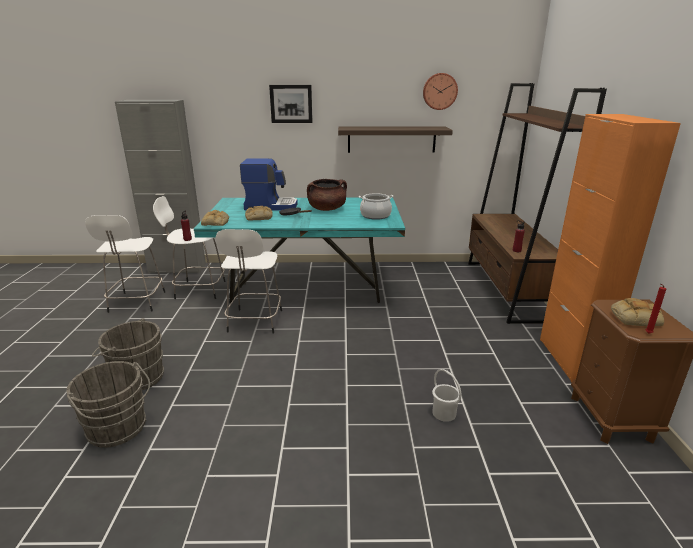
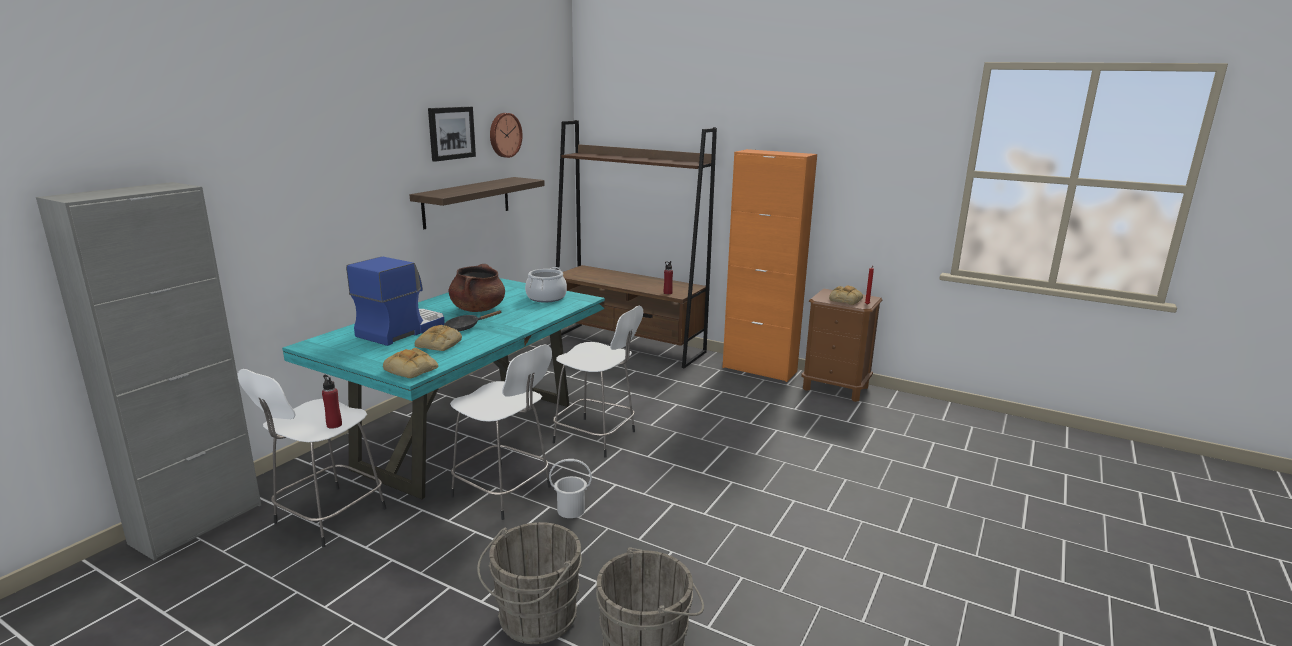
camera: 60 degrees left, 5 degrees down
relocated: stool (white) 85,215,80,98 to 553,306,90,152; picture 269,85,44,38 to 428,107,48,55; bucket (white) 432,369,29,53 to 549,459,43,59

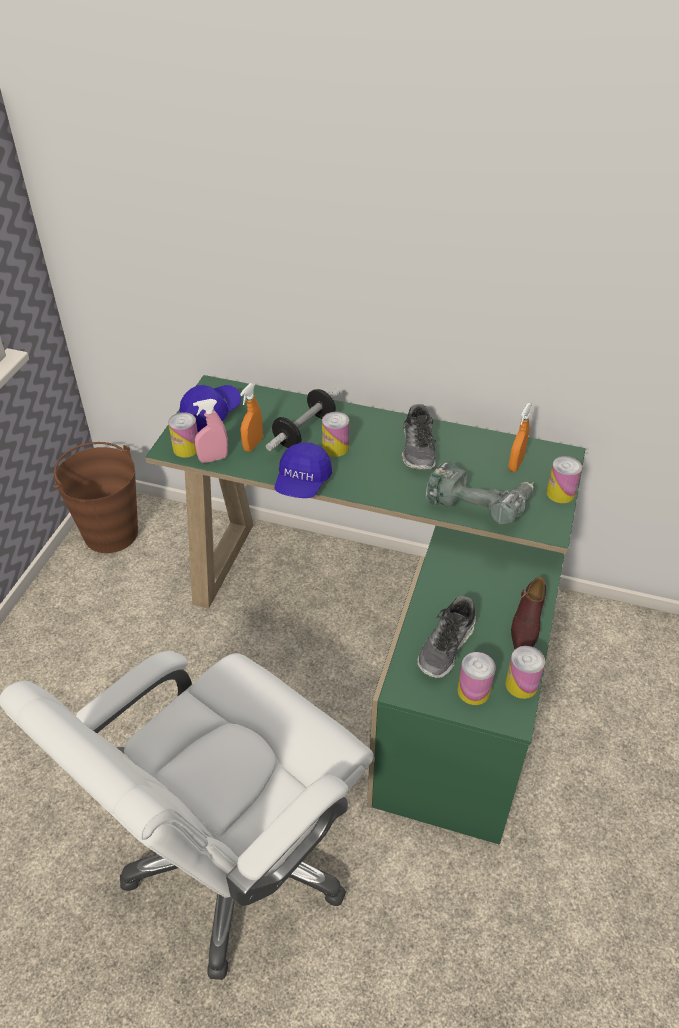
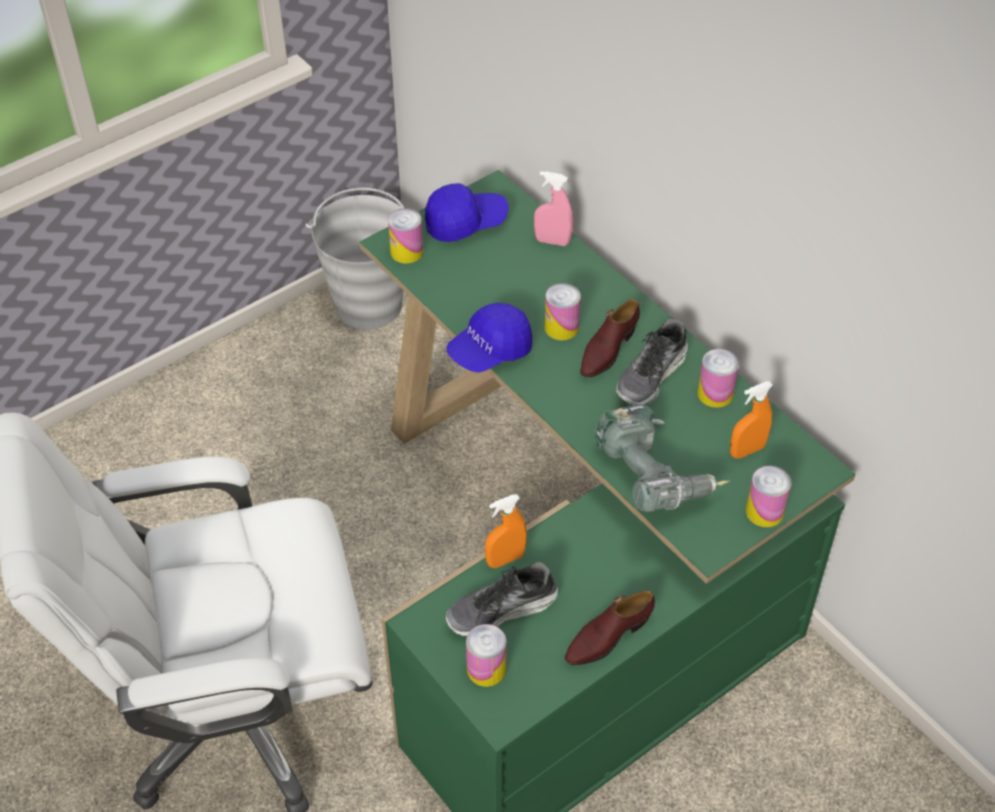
camera: 35 degrees right, 5 degrees up
missing: dumbbell 266,388,74,63
appeared: shoe (brown) 580,299,60,78
relocated: spray bottle (pink) 193,399,35,64 to 534,171,39,75; spray bottle (orange) 240,383,23,69 to 485,494,42,74; can 505,646,40,53 to 697,349,42,59
colour: bucket (brown) 53,442,85,111 to bucket (grey) 305,188,99,142

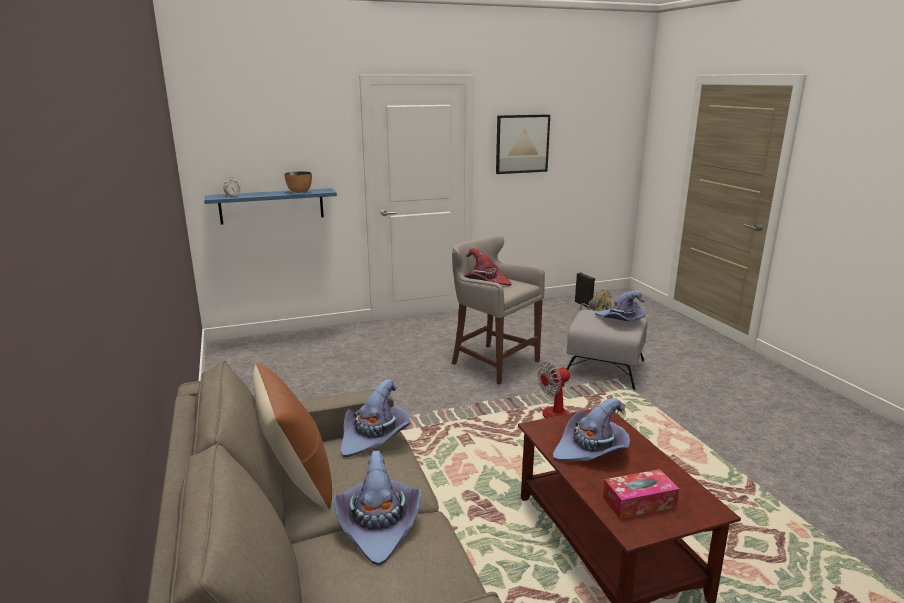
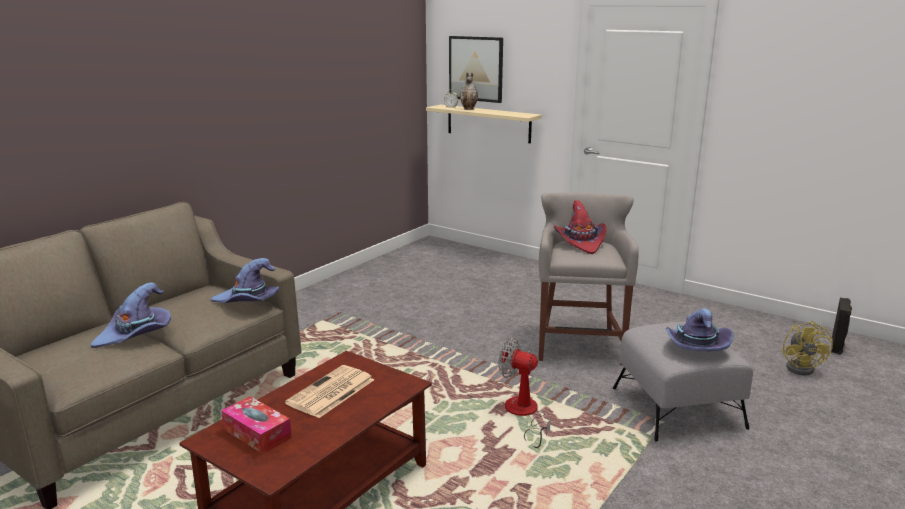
camera: 55 degrees right, 0 degrees up
missing: pillow (brown) 253,363,79,146; bowl 284,171,28,22
appeared: vase 460,72,18,38
relocated: picture 496,114,54,60 to 449,36,54,67
exchanged: hat (purple) 553,398,77,63 to newspaper 285,365,89,53
colour: shelf (blue) 204,188,133,37 to shelf (beige) 426,105,116,38

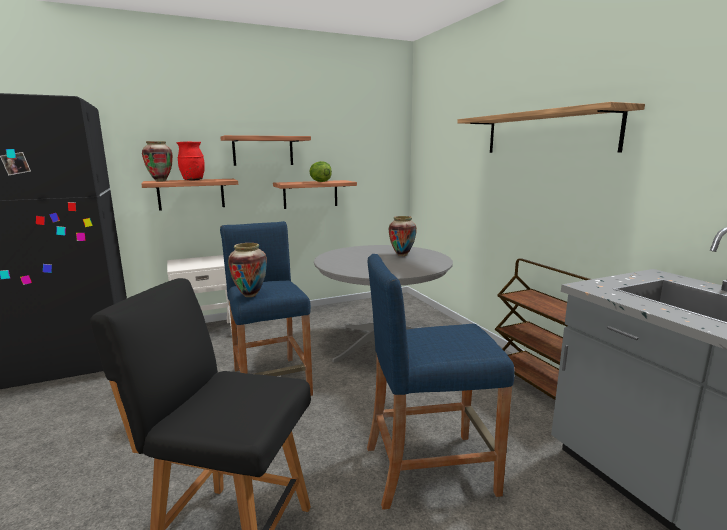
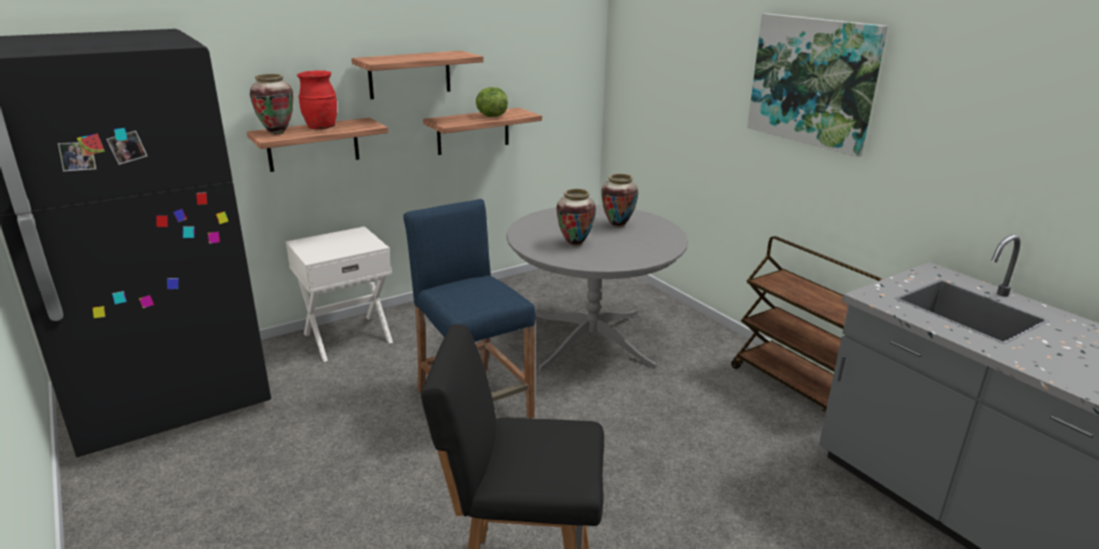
camera: 10 degrees left, 10 degrees up
missing: stool (blue) 367,254,148,256
relocated: vase 228,243,39,54 to 556,189,40,57
exchanged: shelf 457,102,188,51 to picture 747,13,141,144

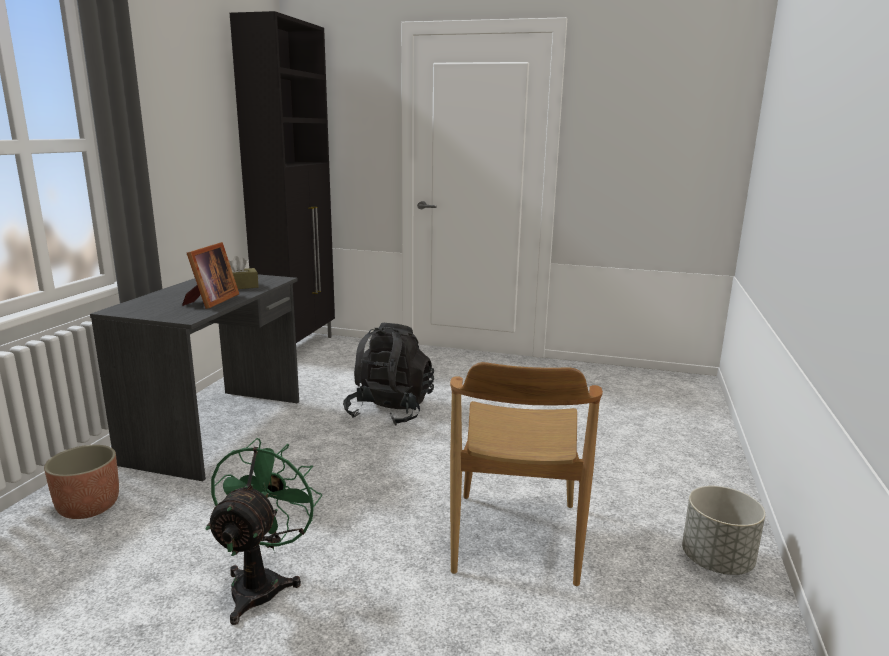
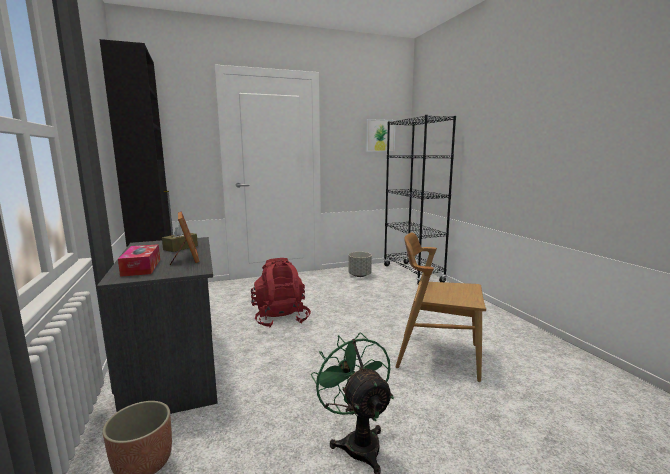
camera: 35 degrees left, 5 degrees down
appeared: tissue box 118,244,42,33; picture 366,119,29,33; bookcase (black) 383,115,73,169
relocated: planter (grey) 682,486,83,89 to 348,252,24,25
colour: backpack (black) 343,323,91,103 to backpack (red) 251,258,60,70
spun: chair (brown) 450,362,153,224 = 396,233,90,149 135 degrees clockwise

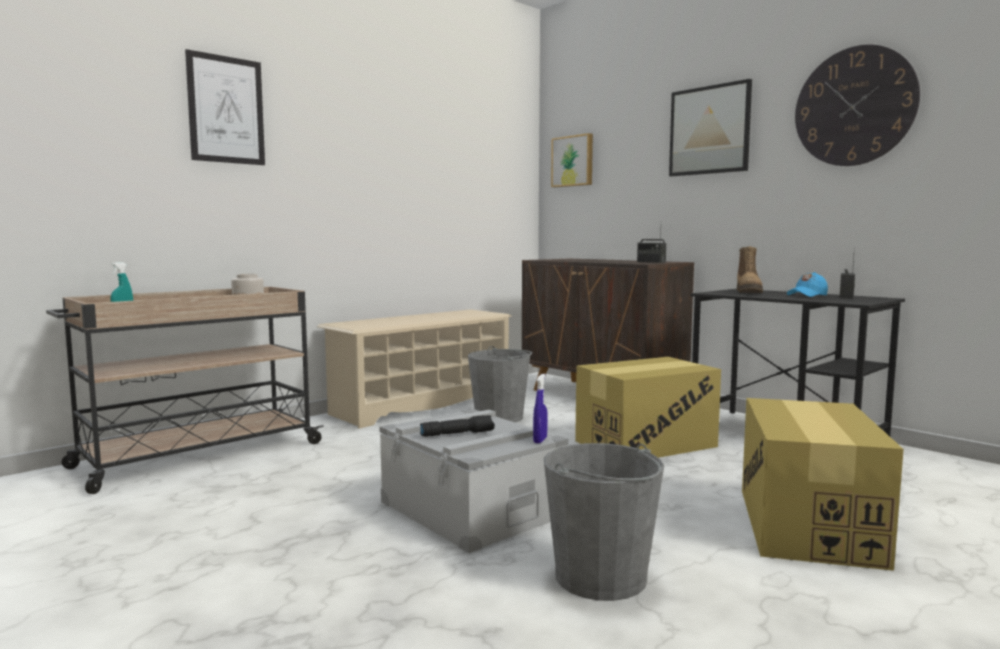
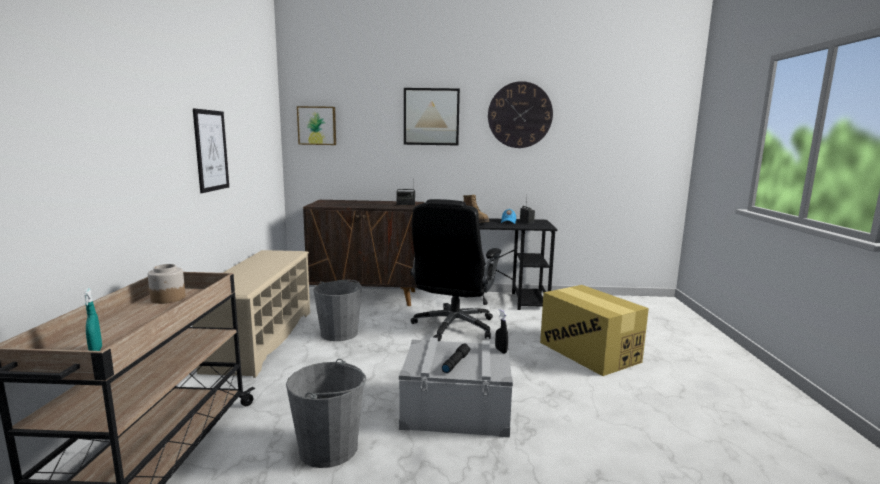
camera: 45 degrees left, 5 degrees up
relocated: picture 185,49,80,116 to 193,108,36,85; bucket (grey) 544,443,120,158 to 286,359,81,109
exchanged: cardboard box 575,357,146,101 to office chair (black) 411,199,90,142
colour: spray bottle (blue) 533,374,15,69 to spray bottle (black) 495,309,13,45

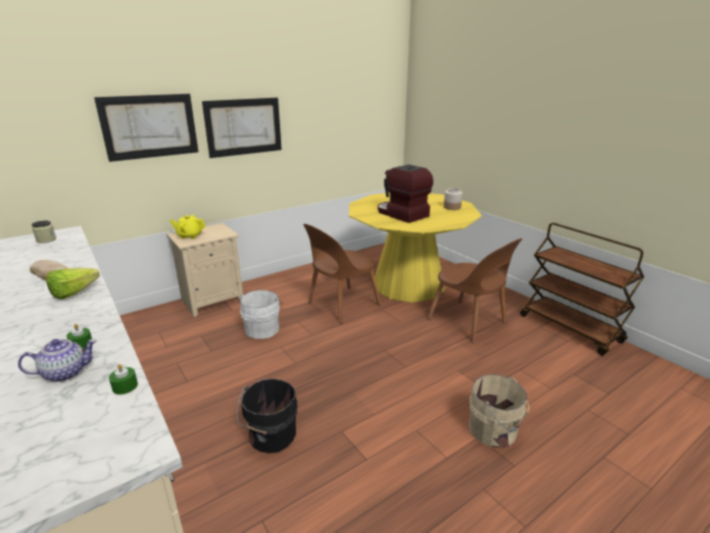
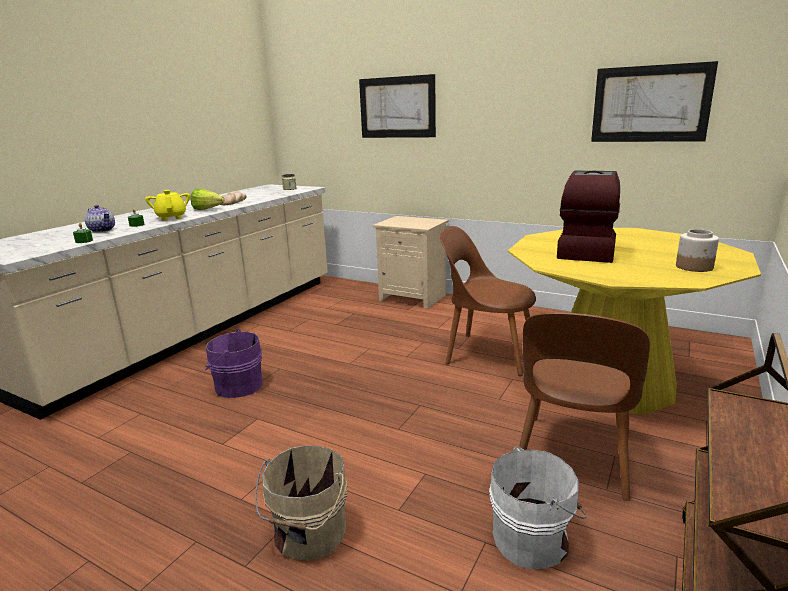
camera: 65 degrees right, 5 degrees down
relocated: teapot (yellow) 170,215,36,24 to 145,190,45,30; picture 202,98,80,60 to 591,61,127,81; bucket (white) 240,290,43,49 to 489,446,98,123
colour: bucket (black) 237,379,60,74 to bucket (purple) 205,329,58,69

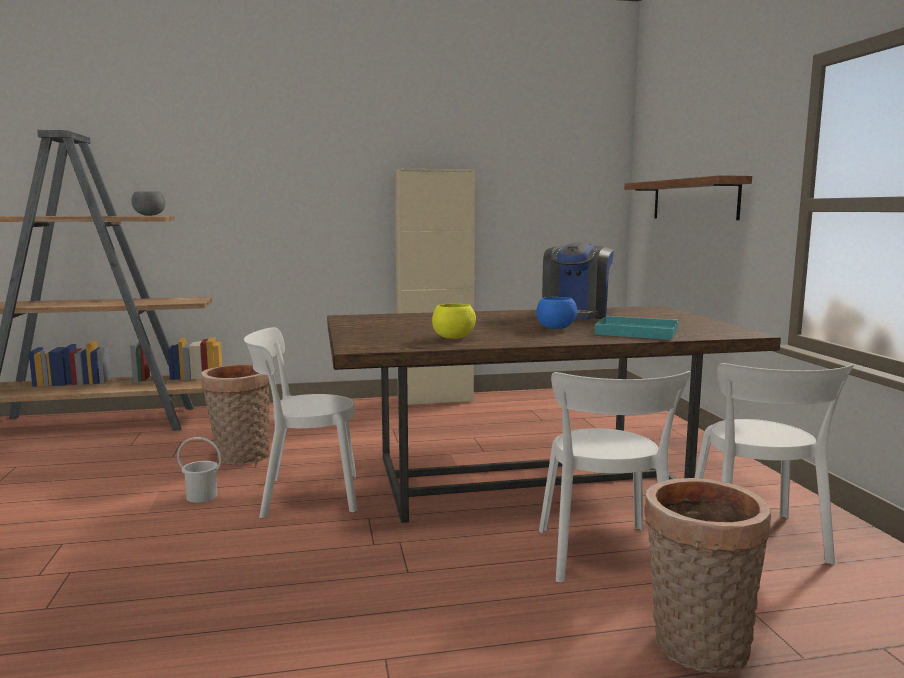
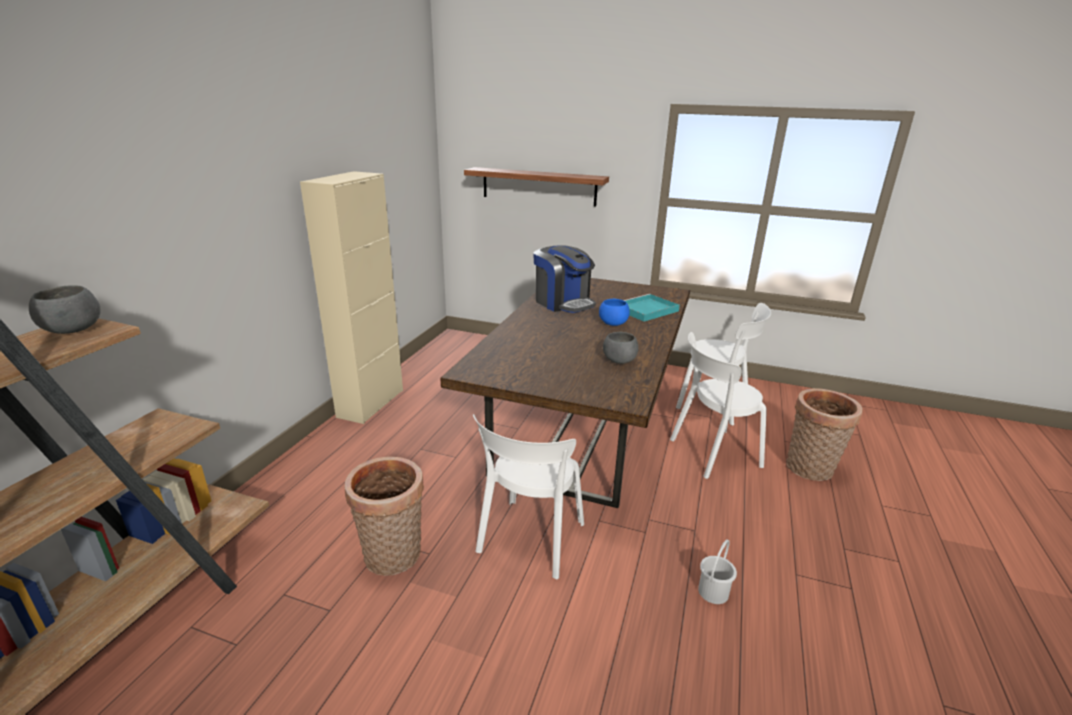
camera: 60 degrees left, 15 degrees up
relocated: bucket (white) 177,437,45,66 to 698,539,39,65
colour: bowl (yellow) 432,304,44,35 to bowl (grey) 603,332,36,32
spun: chair (white) 539,371,151,211 = 670,332,97,147 135 degrees clockwise

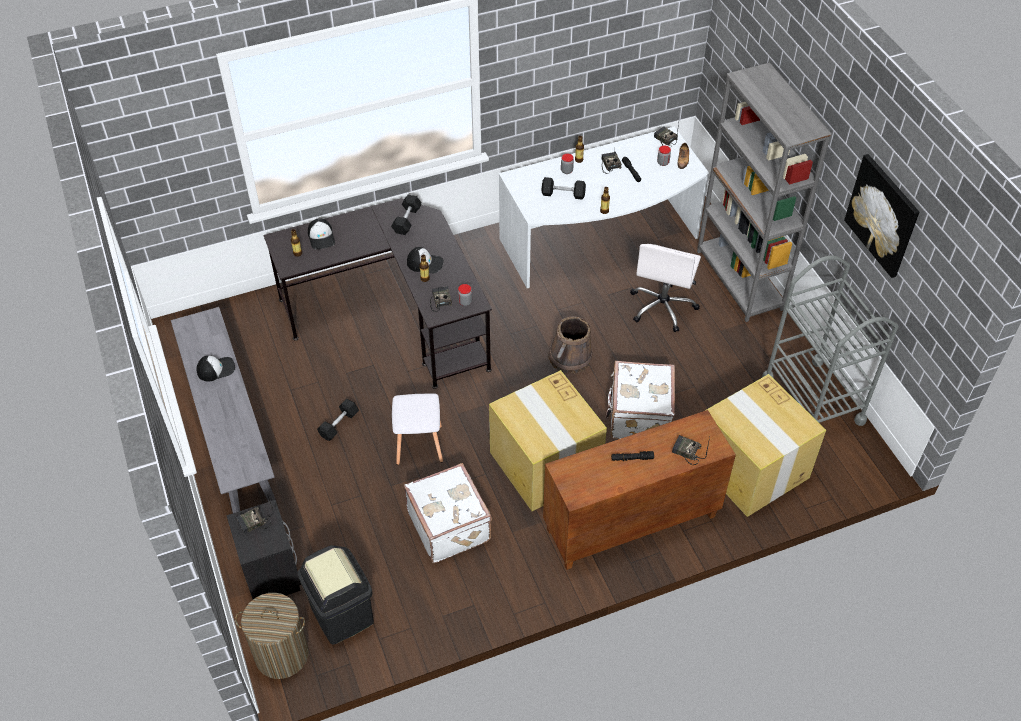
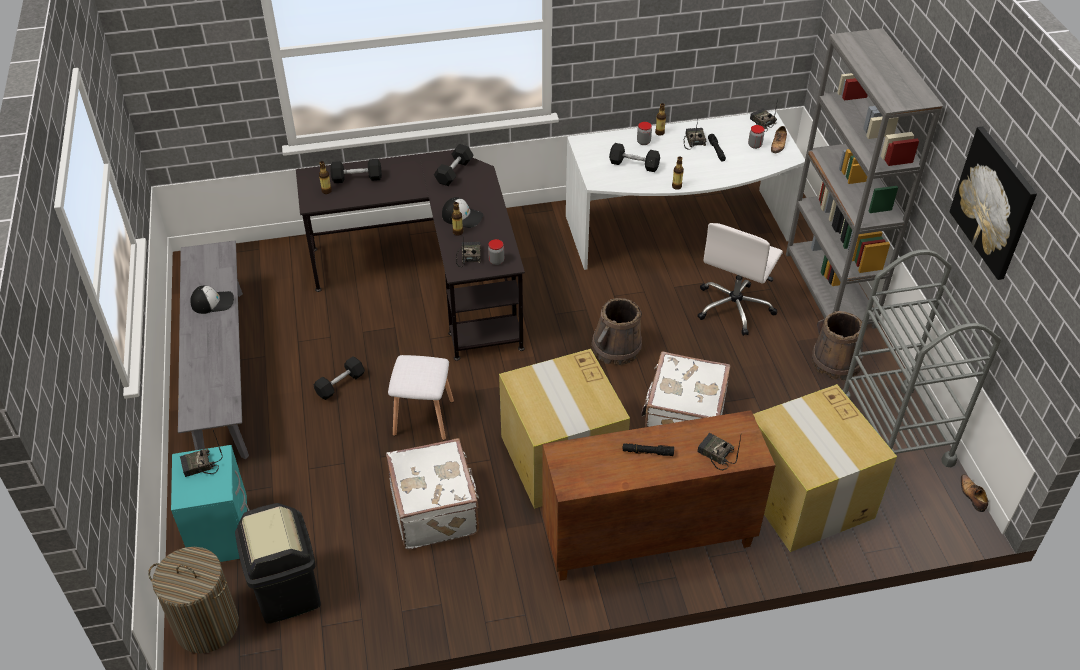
camera: 10 degrees right, 5 degrees down
appeared: bucket (brown) 811,311,53,70; shoe 961,474,27,38
exchanged: cap 308,218,27,31 to dumbbell (black) 330,159,52,24
colour: nightstand (black) 226,500,75,99 to nightstand (turquoise) 171,445,78,117

